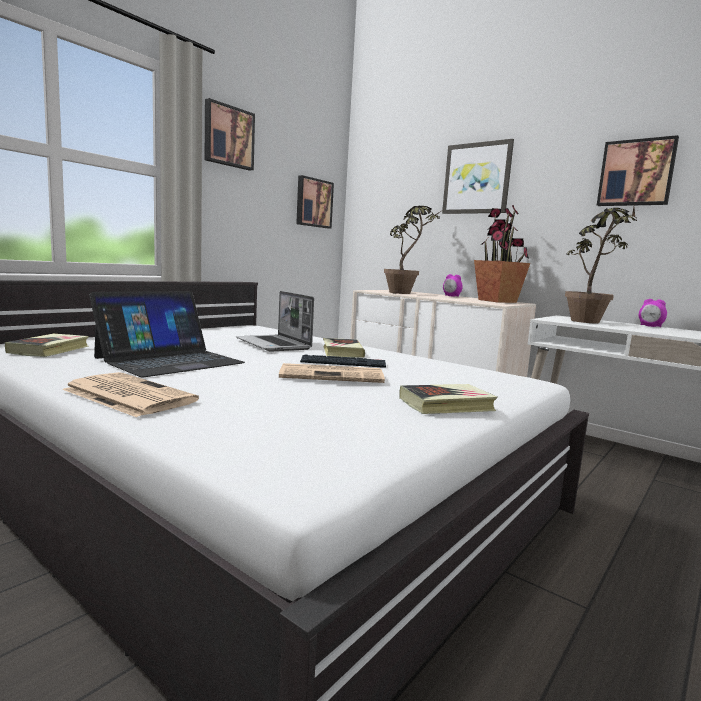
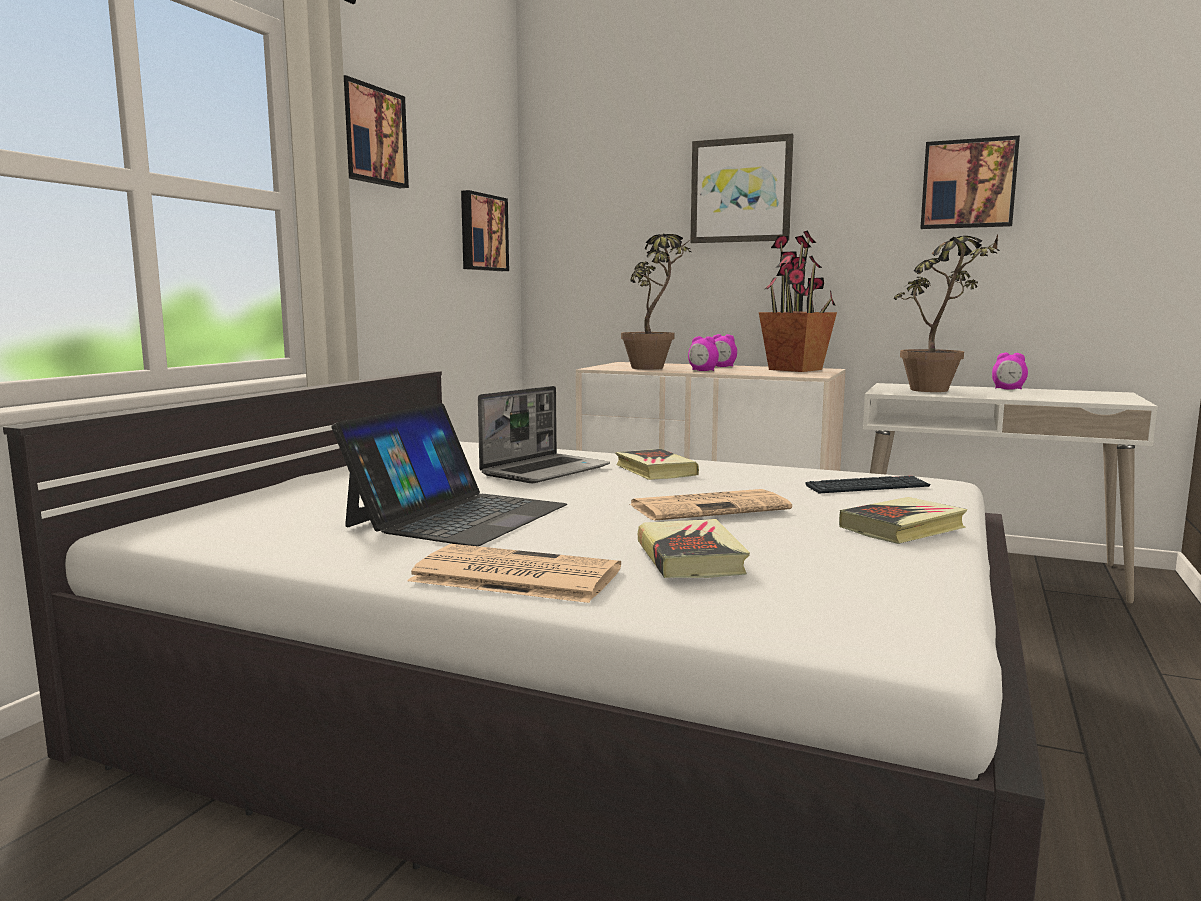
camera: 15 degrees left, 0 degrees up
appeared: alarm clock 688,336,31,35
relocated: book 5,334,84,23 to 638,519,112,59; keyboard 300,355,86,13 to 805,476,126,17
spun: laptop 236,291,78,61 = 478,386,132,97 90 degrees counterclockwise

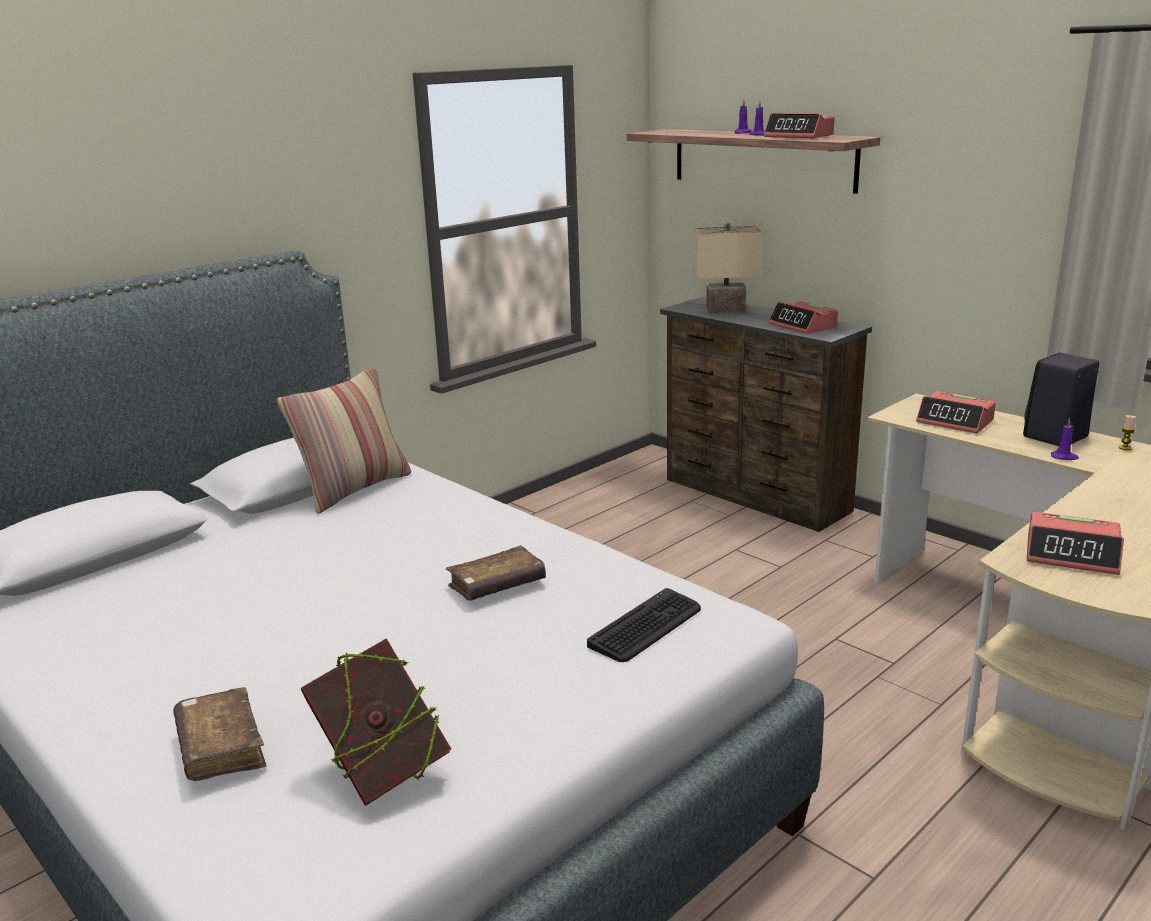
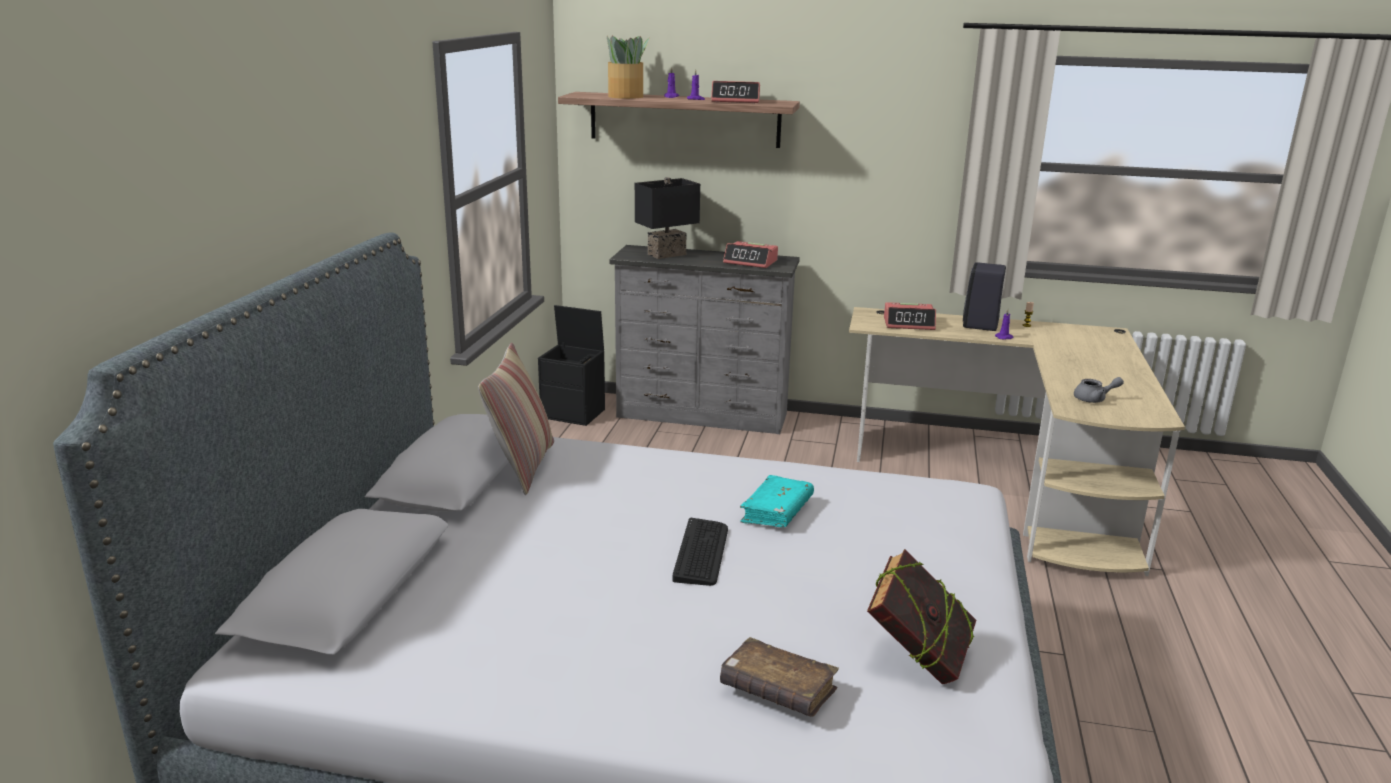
camera: 35 degrees left, 0 degrees up
appeared: storage box (black) 538,305,67,121; potted plant 607,36,43,63
relocated: keyboard 587,588,114,74 to 673,518,55,68
exchanged: alarm clock 1027,512,97,63 to teapot (grey) 1074,377,50,26
colour: book (brown) 446,545,100,56 to book (turquoise) 740,475,74,52; dresser (brown) 660,297,212,235 to dresser (grey) 609,245,191,189; table lamp (beige) 694,223,68,90 to table lamp (black) 635,177,65,82

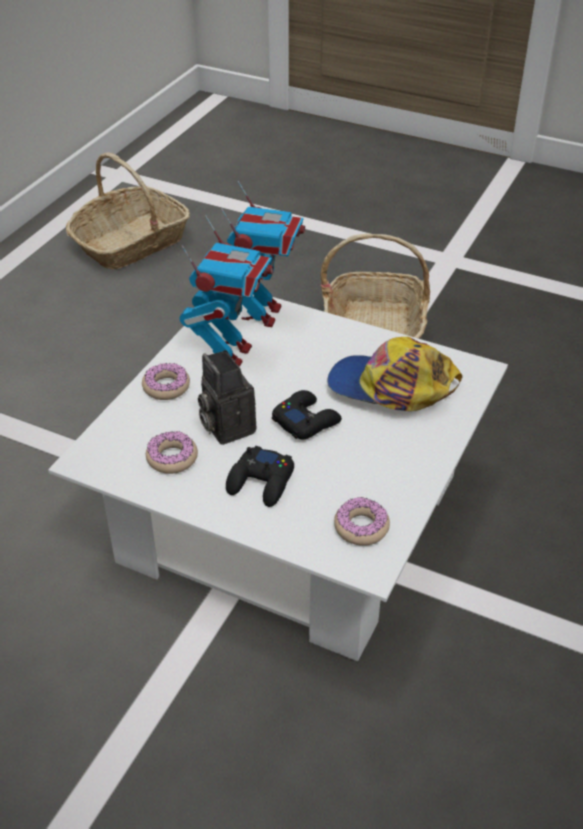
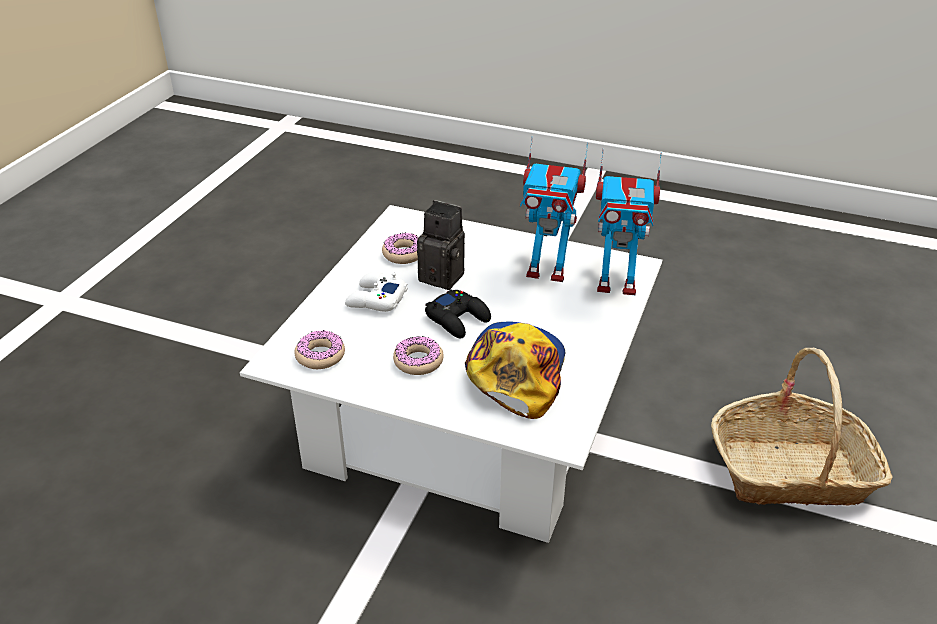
camera: 85 degrees right, 5 degrees down
missing: basket 66,152,124,118
relocated: donut 142,363,48,37 to 393,336,51,39
colour: game controller (black) 226,446,68,61 to game controller (white) 345,272,63,40
spun: photo camera 198,350,58,95 = 417,200,48,90 60 degrees clockwise

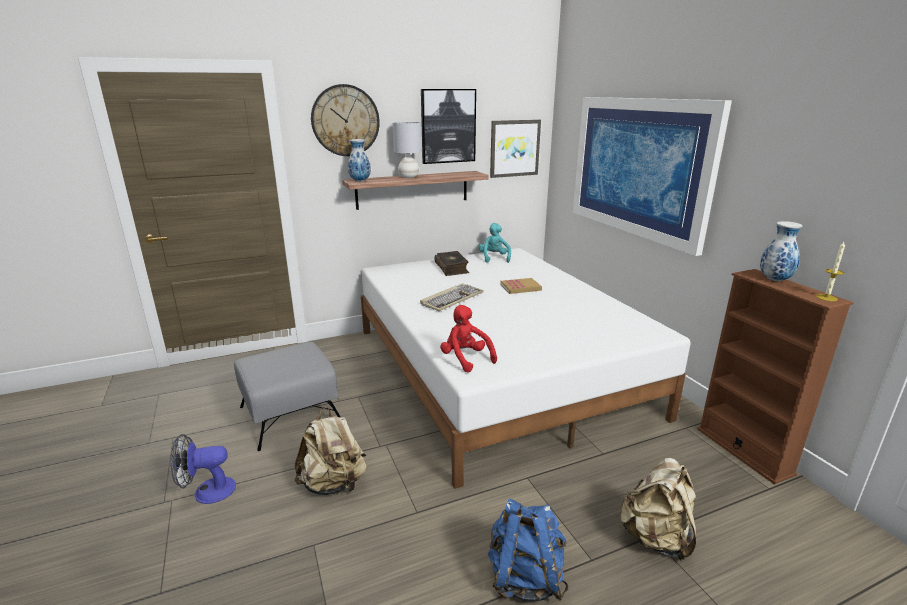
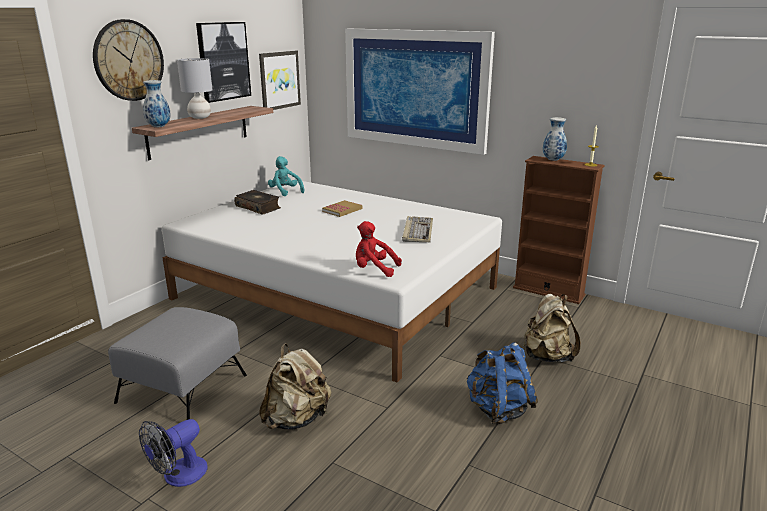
camera: 35 degrees left, 0 degrees up
relocated: keyboard 420,283,64,28 to 402,216,31,26

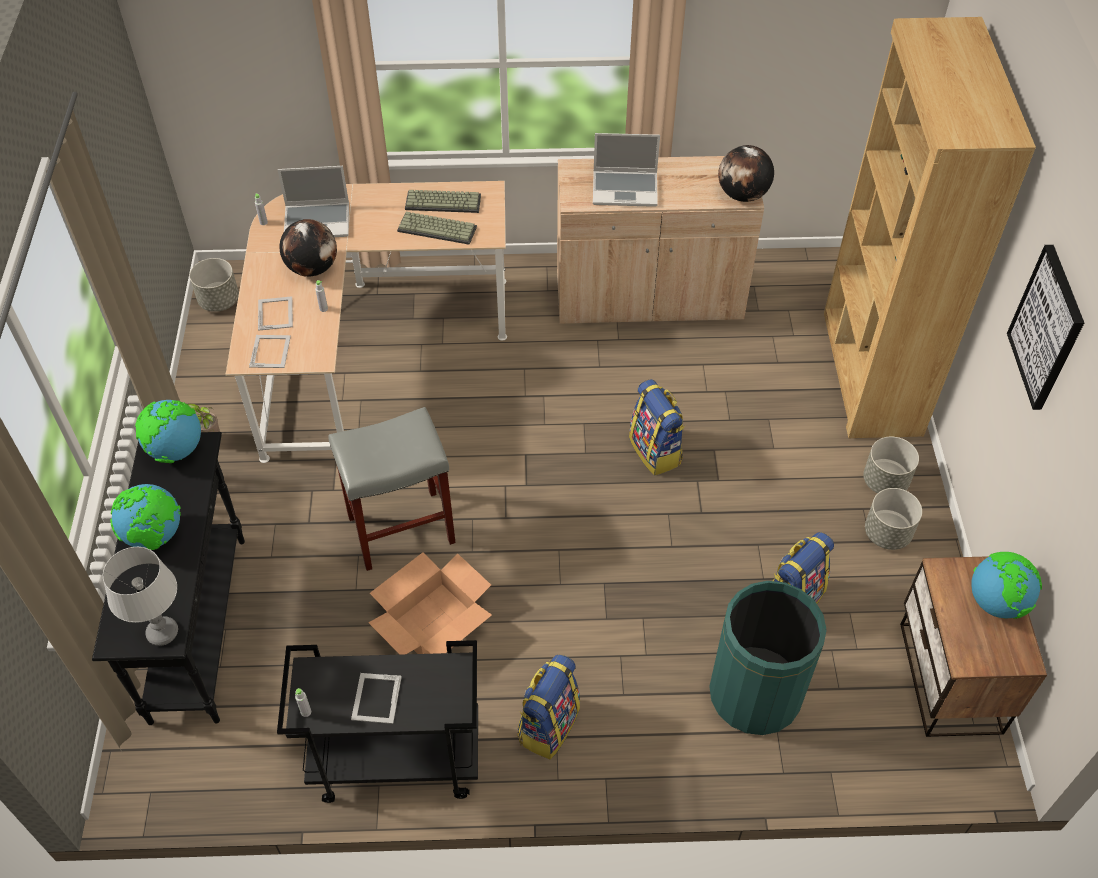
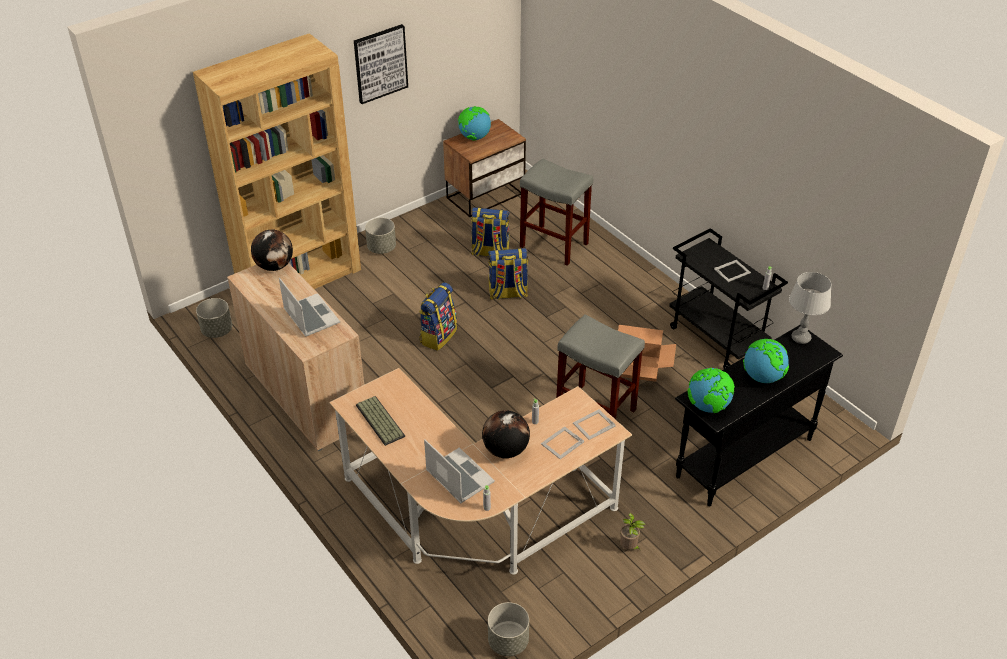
camera: 125 degrees left, 10 degrees down
missing: keyboard 397,212,80,33
relocated: backpack 517,654,63,105 to 488,248,40,52; planter (grey) 865,488,57,62 to 196,298,36,40
exchanged: trash can (green) 709,581,118,154 to stool (grey) 520,158,73,108

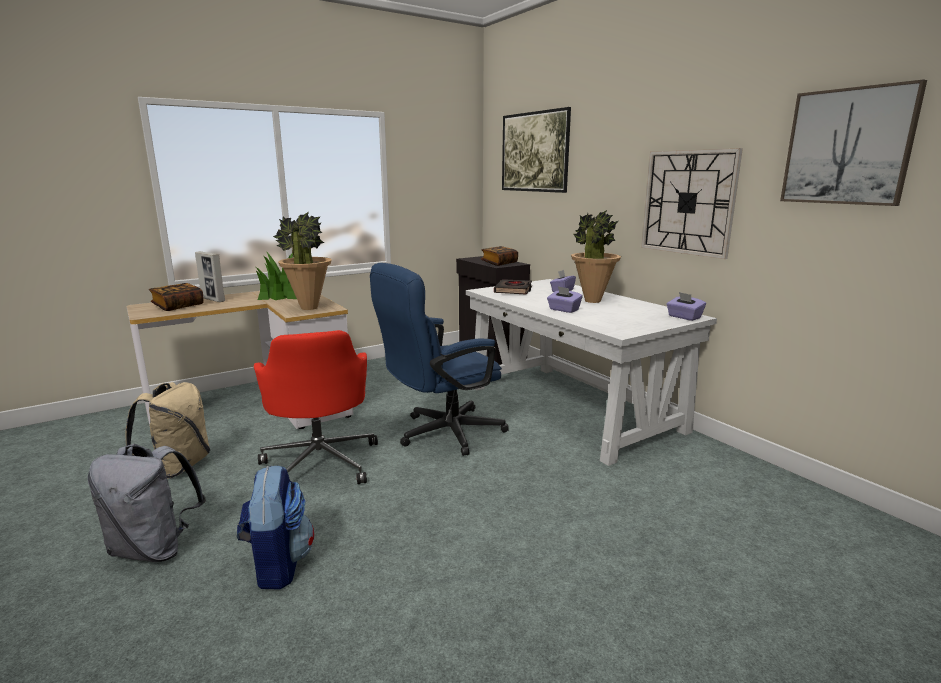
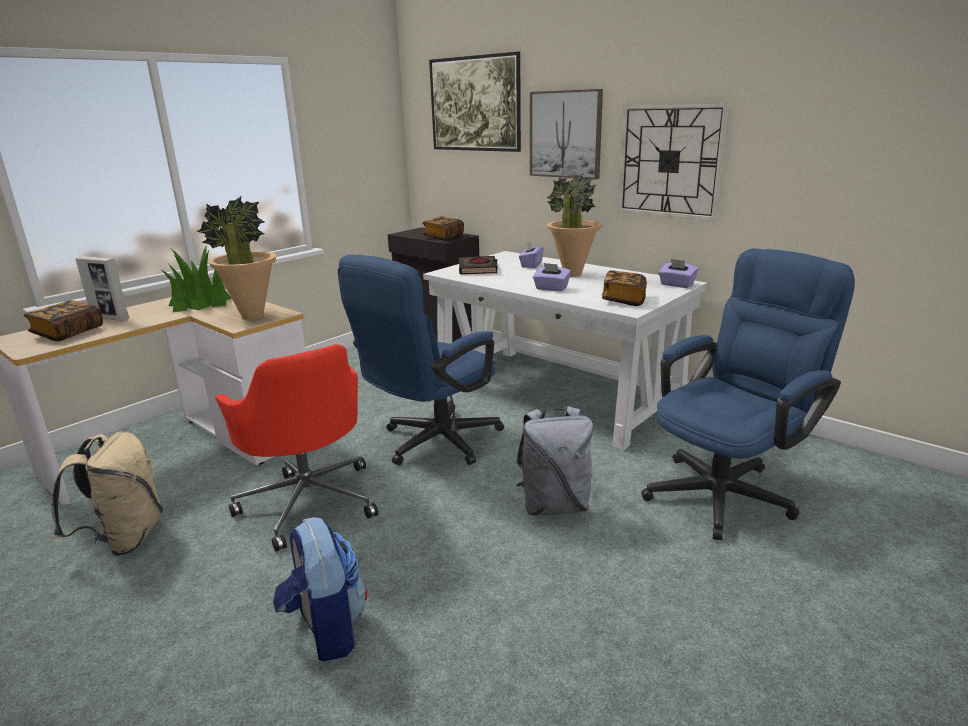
camera: 15 degrees left, 5 degrees up
appeared: book 602,271,45,35; office chair (blue) 641,248,214,292
relocated: backpack (grey) 88,444,118,118 to 516,406,77,110; picture 780,79,147,127 to 530,89,73,90

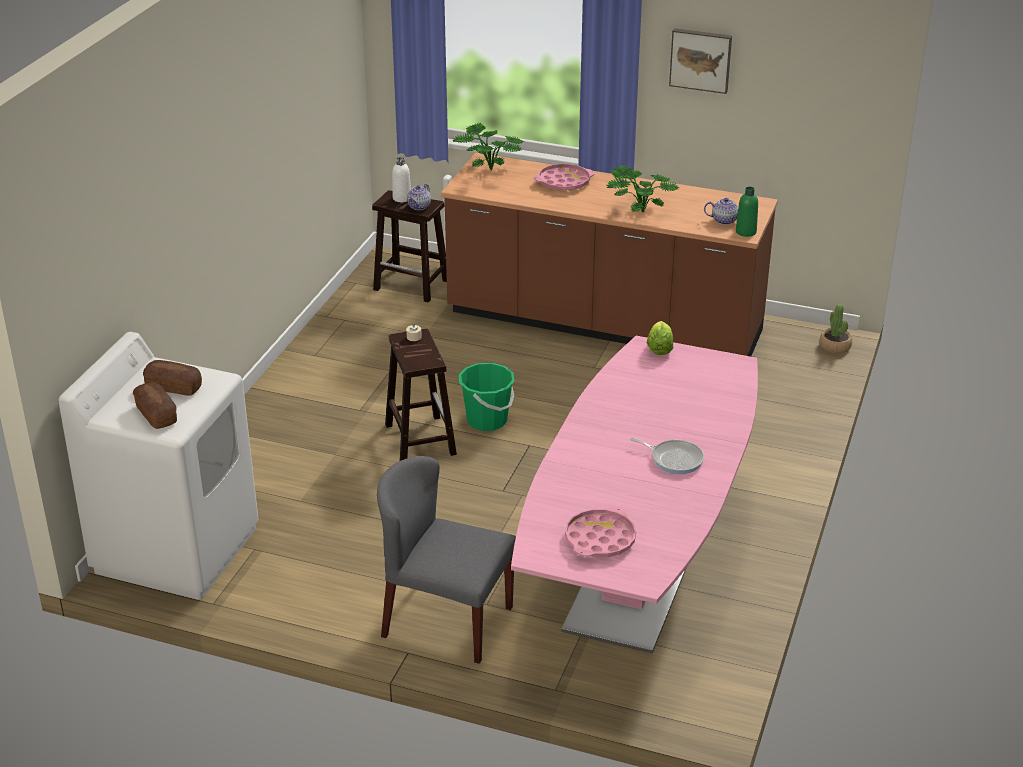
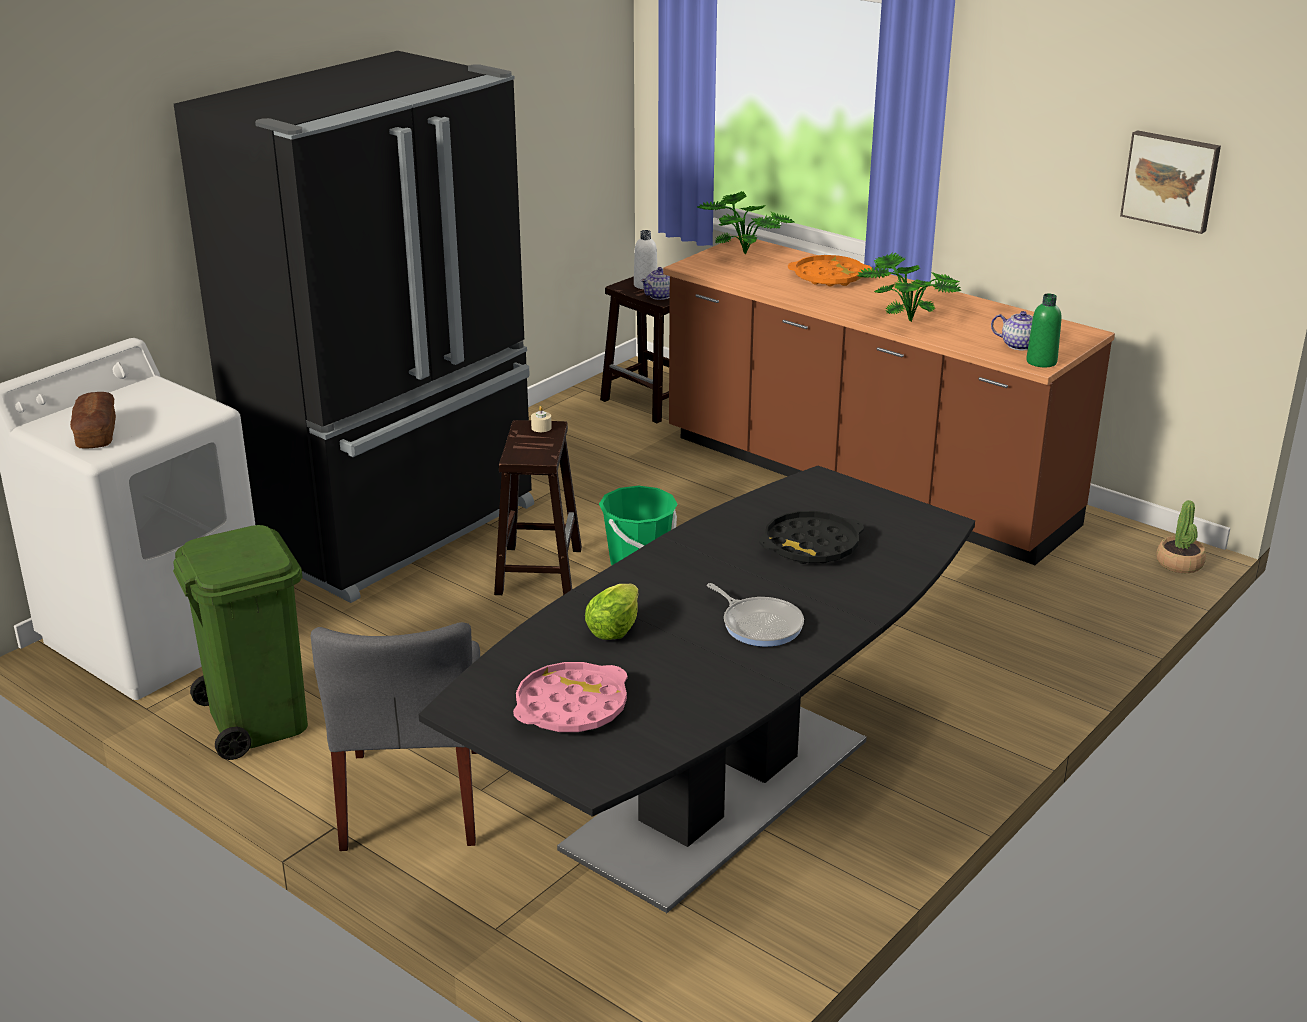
camera: 20 degrees right, 5 degrees down
missing: bread 143,360,59,35
appeared: trash can (green) 173,525,135,235; fridge (black) 174,51,360,552; tray (black) 759,511,105,53
relocated: lettuce 647,321,26,34 to 585,584,54,56; picture 669,28,63,66 to 1120,130,101,104
colour: dining table (pink) 511,336,247,317 to dining table (black) 419,465,556,448; tray (pink) 534,164,61,27 to tray (orange) 788,255,84,31
spun: chair (grey) 377,456,139,208 = 311,622,169,229 135 degrees counterclockwise

